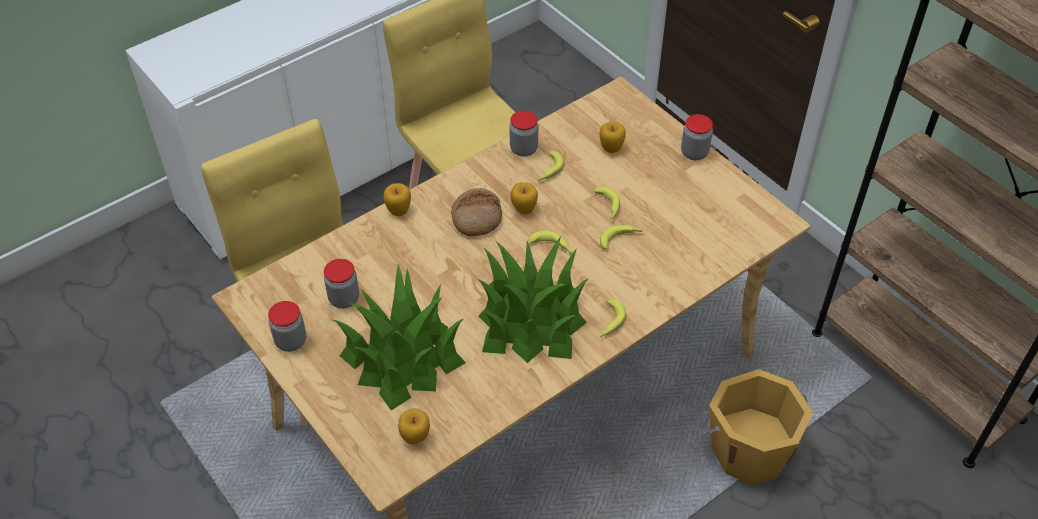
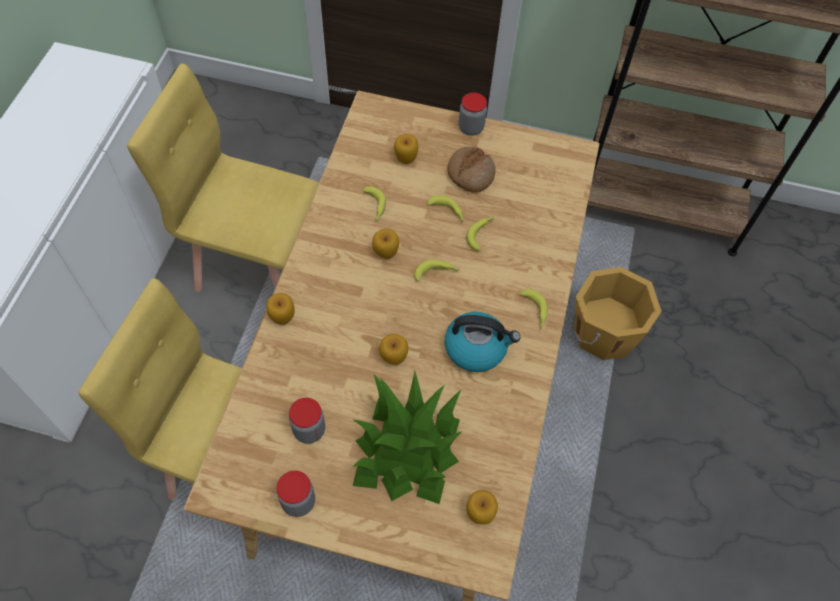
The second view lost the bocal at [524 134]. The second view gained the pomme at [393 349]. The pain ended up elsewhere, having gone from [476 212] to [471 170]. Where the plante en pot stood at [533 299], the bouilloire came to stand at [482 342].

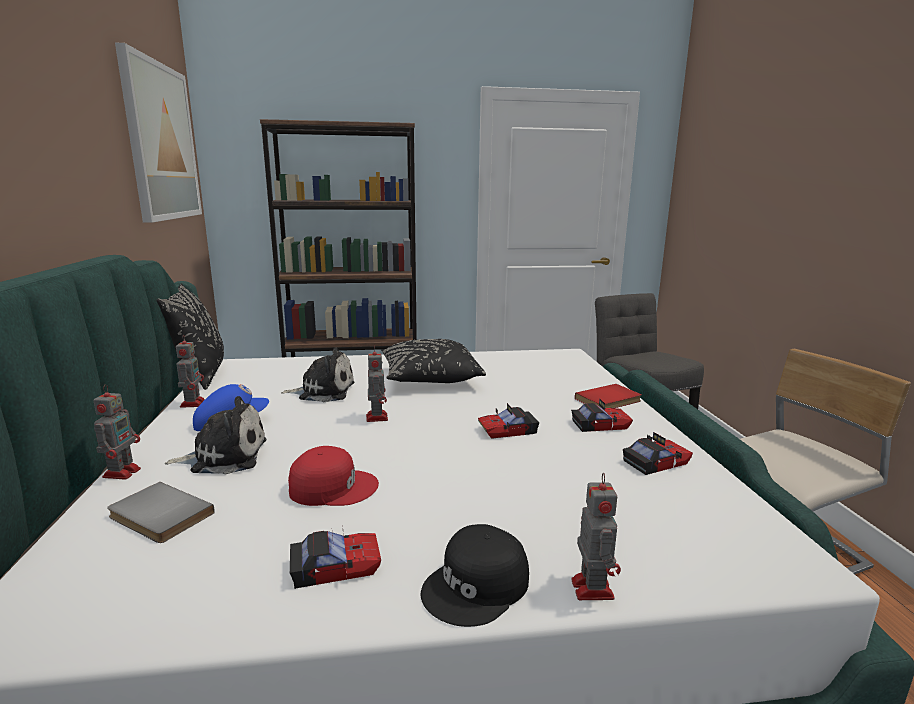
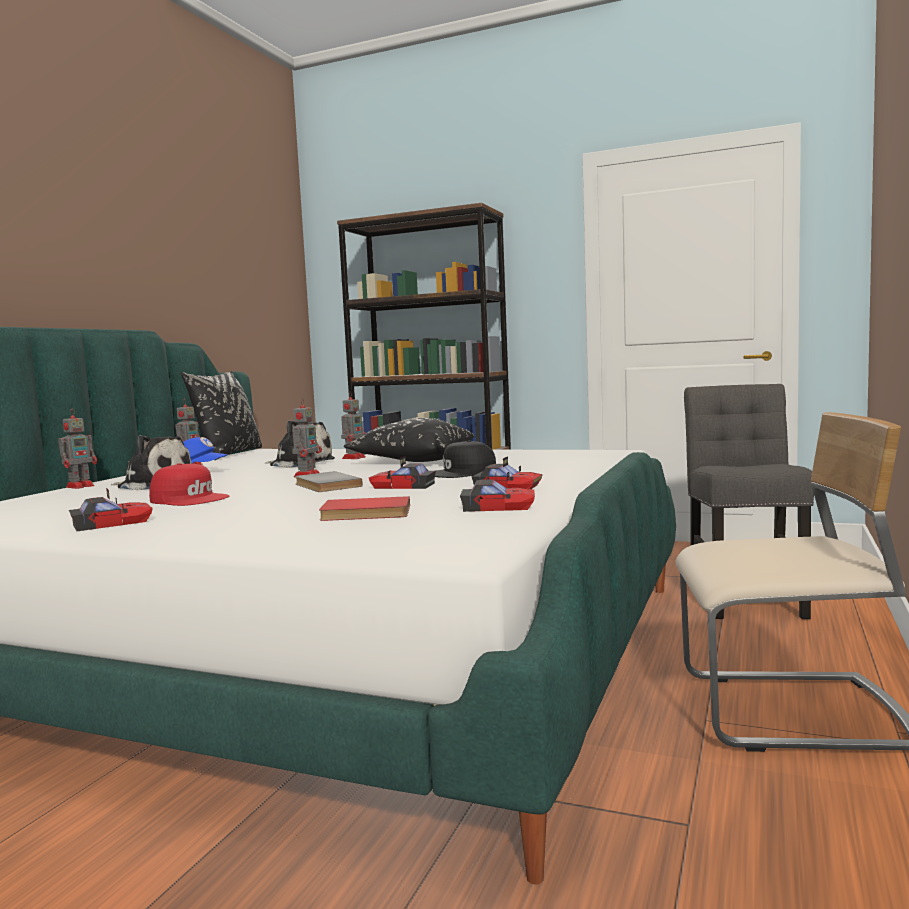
The second view lost the tableau at [158 132]. The livre/gris ended up elsewhere, having gone from [161 512] to [329 481]. The casquette/noir ended up elsewhere, having gone from [475 575] to [465 459]. The robot jouet ended up elsewhere, having gone from [596 536] to [353 425]. The livre/rouge ended up elsewhere, having gone from [608 396] to [364 508]. The petite voiture at [335 560] ended up facing another way, 45 degrees counterclockwise from before.

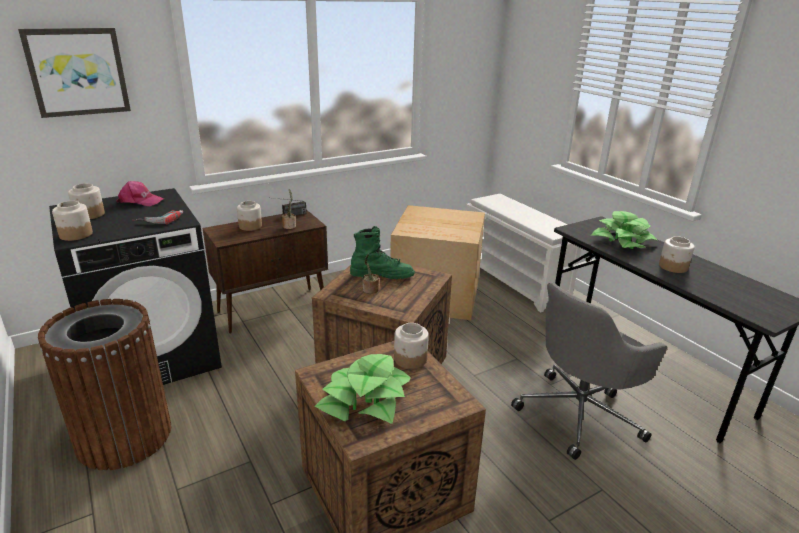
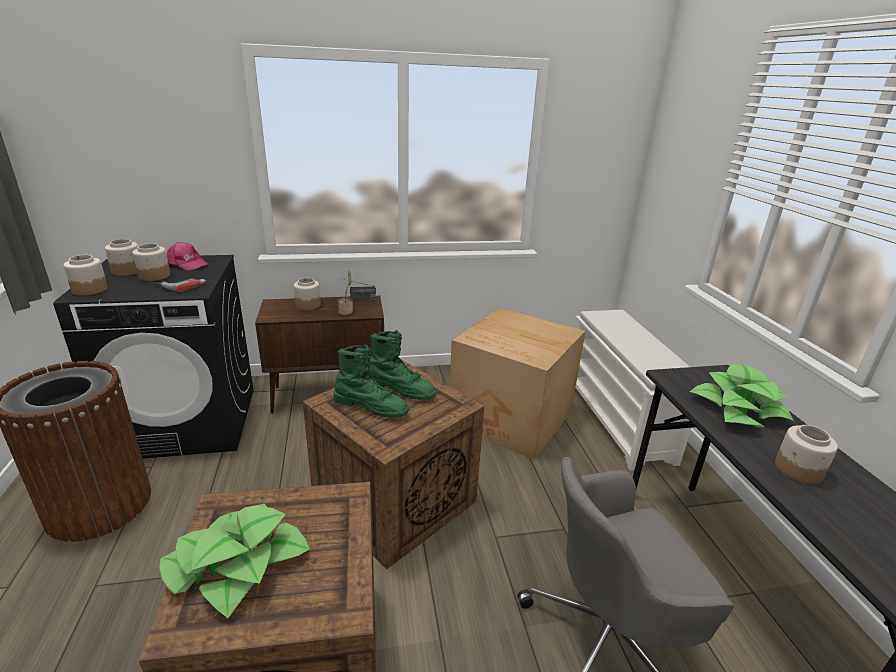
The second view lost the tableau at [74 73]. The bocal ended up elsewhere, having gone from [411 346] to [151 262]. Where the plante en pot stood at [371 274], the botte/vert came to stand at [371 381].

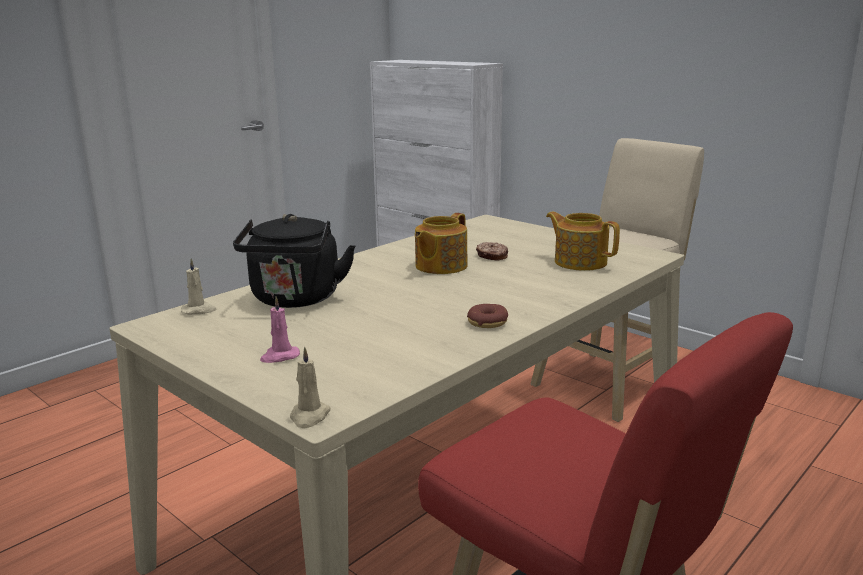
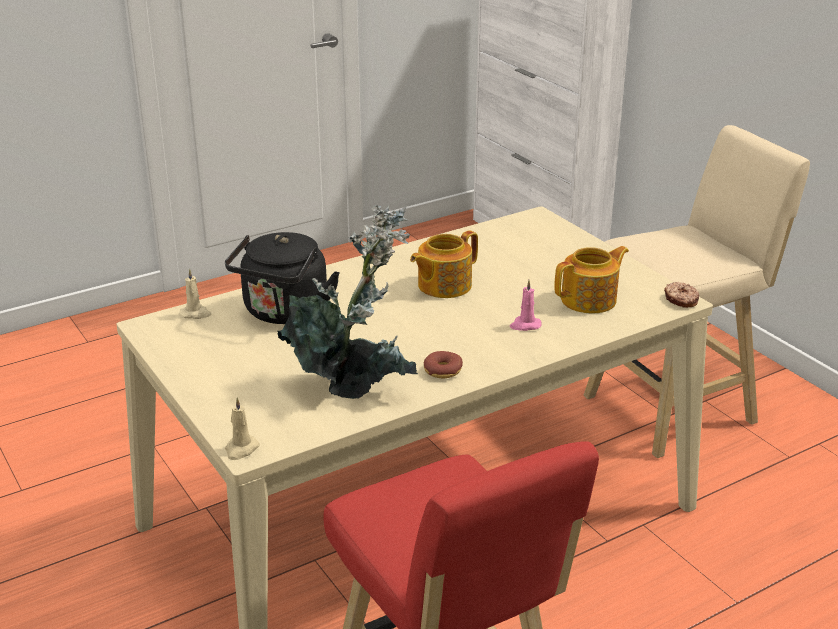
The second view gained the plante en pot at [347 302]. The bougie/rose ended up elsewhere, having gone from [280 330] to [526 305]. The beignet ended up elsewhere, having gone from [492 251] to [681 295]. The théière at [583 241] ended up facing another way, 90 degrees clockwise from before.

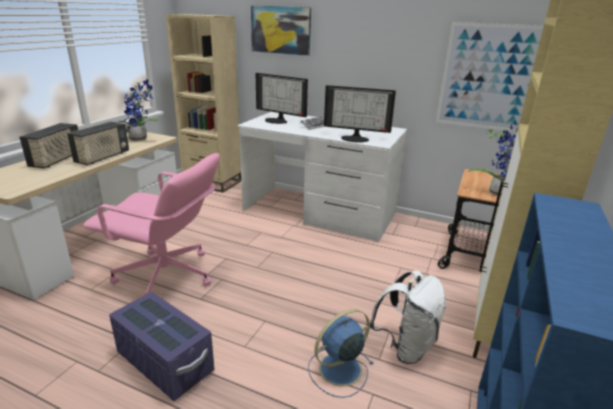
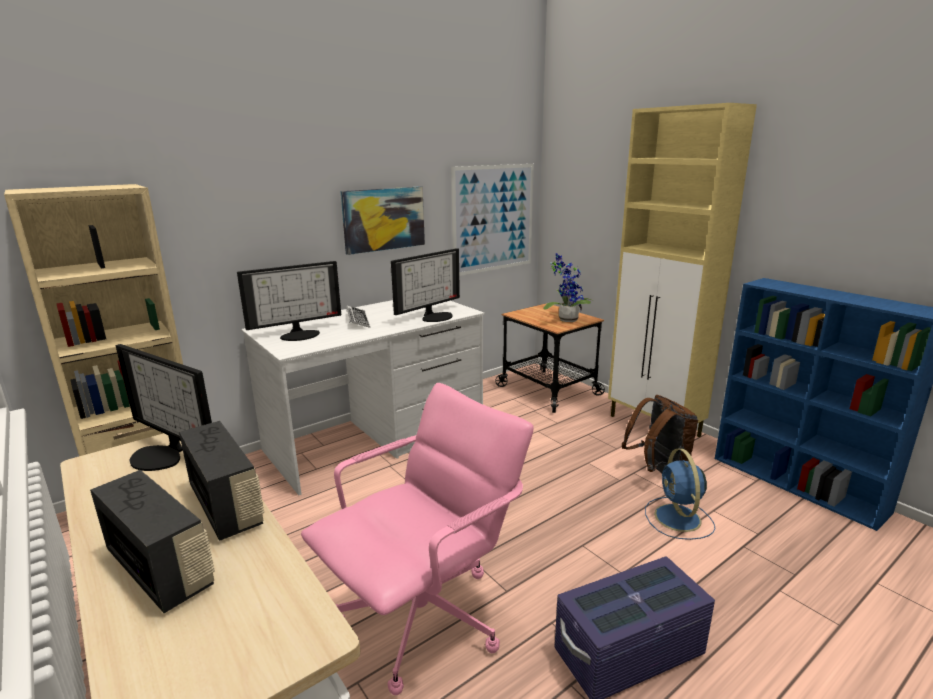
The tableau ended up elsewhere, having gone from [281 31] to [382 220]. Where the plante en pot stood at [139 110], the écran d'ordinateur came to stand at [164 407]. What was the sac à dos/blanc at [408 317] turned into the sac à dos/marron at [660 434].

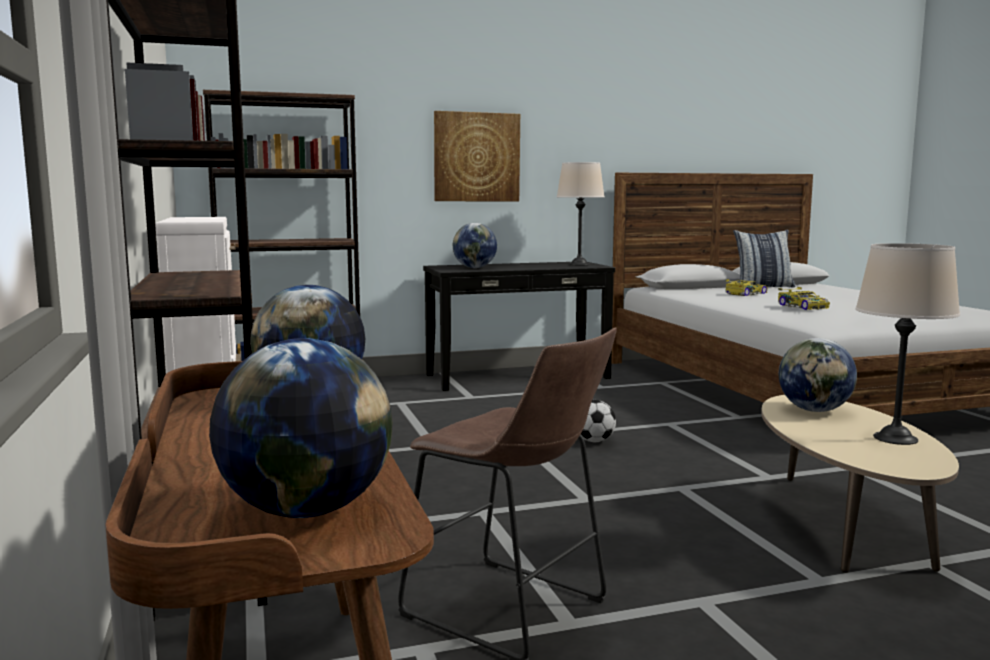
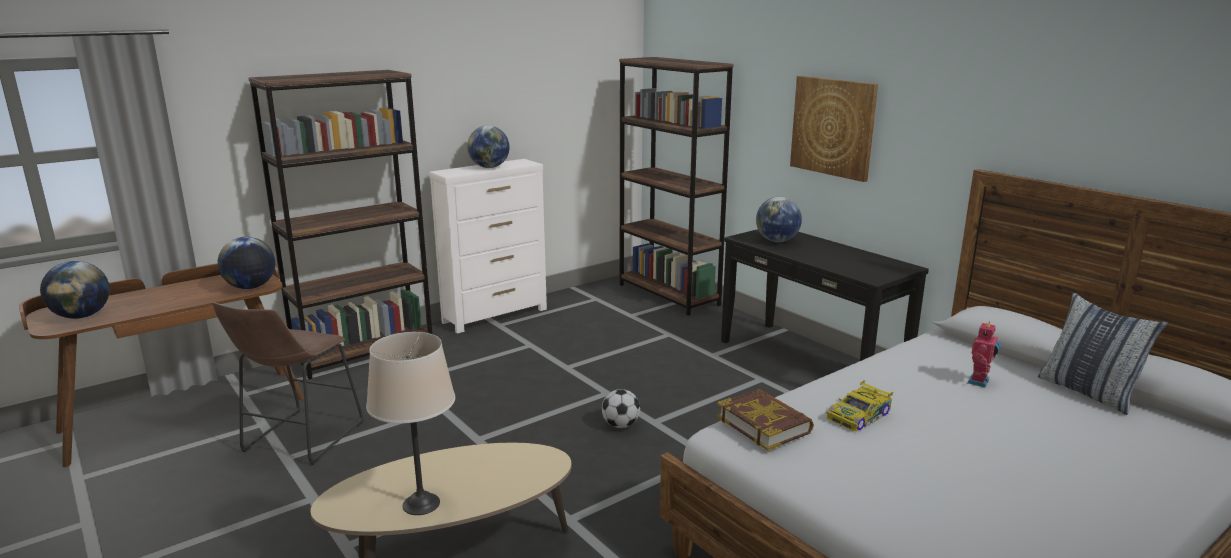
The second view lost the lampe de table/beige at [581 213]. The second view gained the livre at [765 420]. The globe ended up elsewhere, having gone from [818 375] to [488 146]. Where the petite voiture stood at [746 287], the robot jouet came to stand at [984 355].

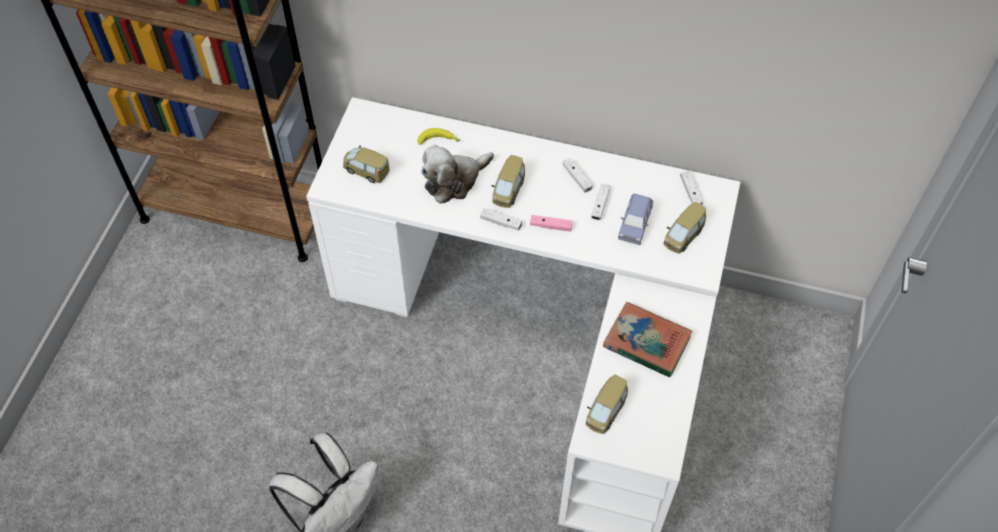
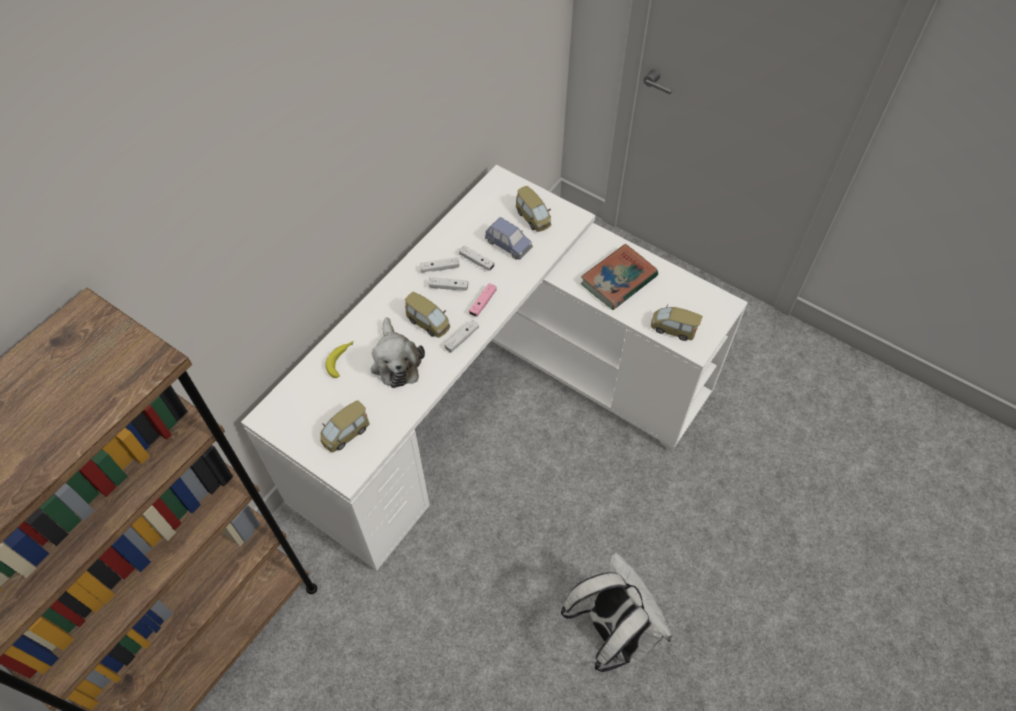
The manette/blanc ended up elsewhere, having gone from [691 188] to [448 283]. The petite voiture at [607 404] ended up facing another way, 150 degrees clockwise from before.

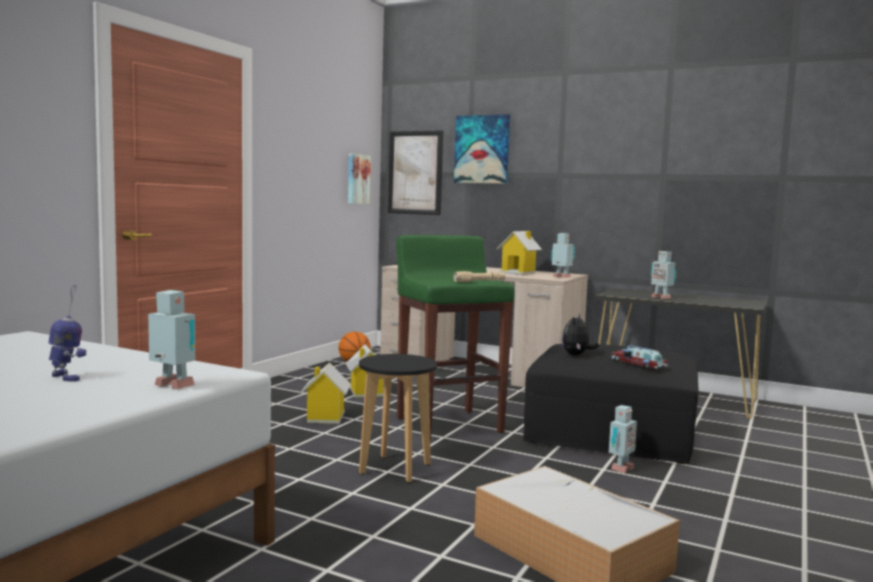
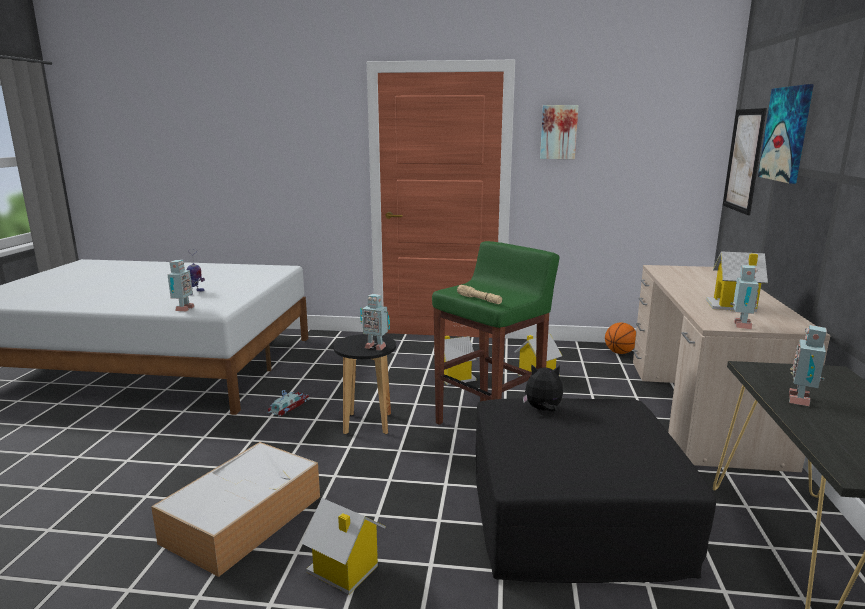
The second view gained the maison miniature at [343 546]. The tableau ended up elsewhere, having gone from [359 179] to [559 132]. The robot jouet ended up elsewhere, having gone from [623 439] to [375 322]. The petite voiture ended up elsewhere, having gone from [639 356] to [289 403].

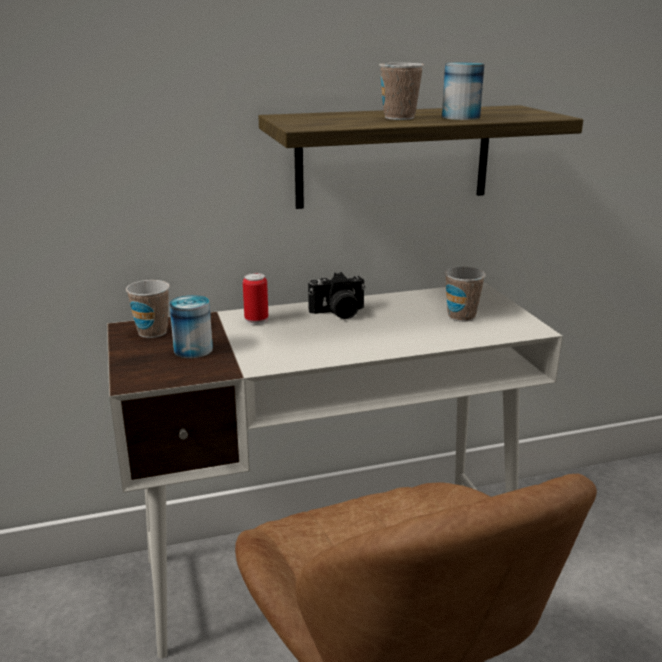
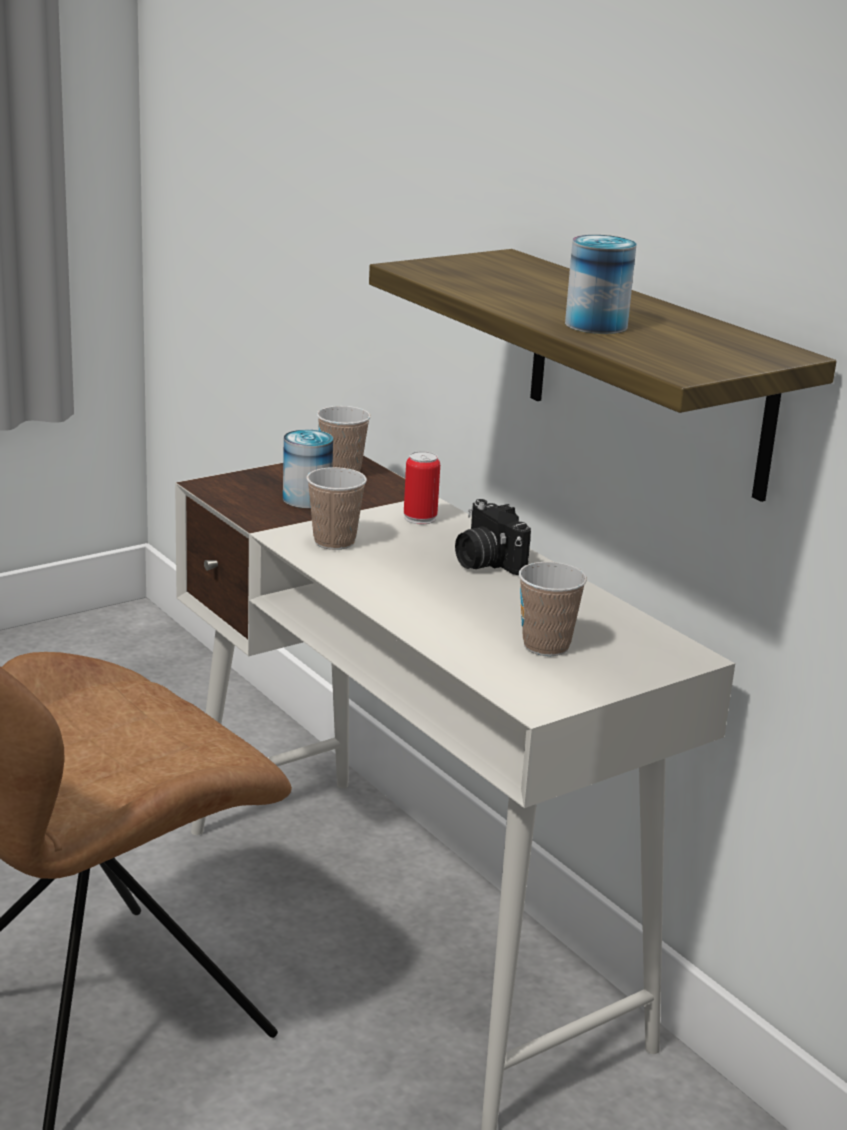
The tasse ended up elsewhere, having gone from [401 91] to [336 508].

